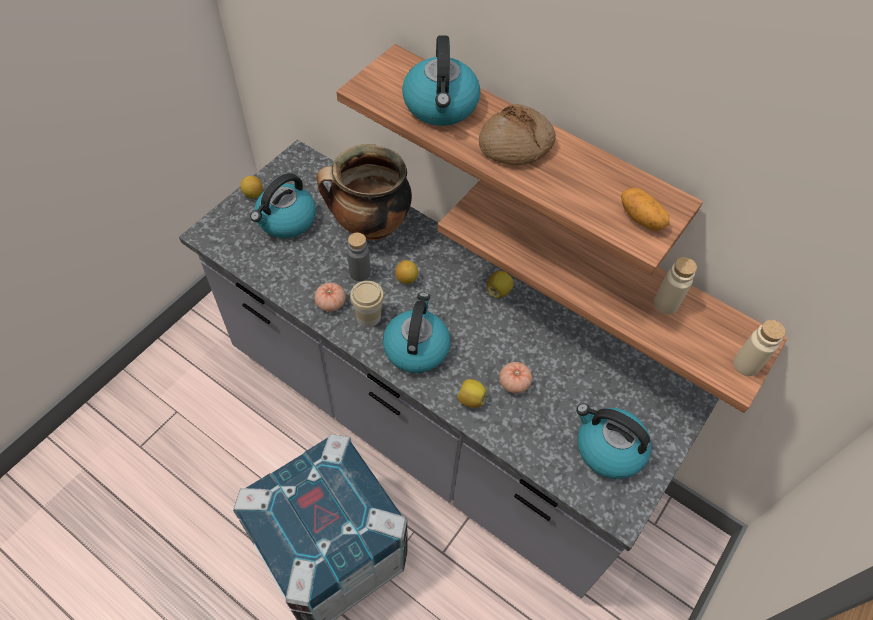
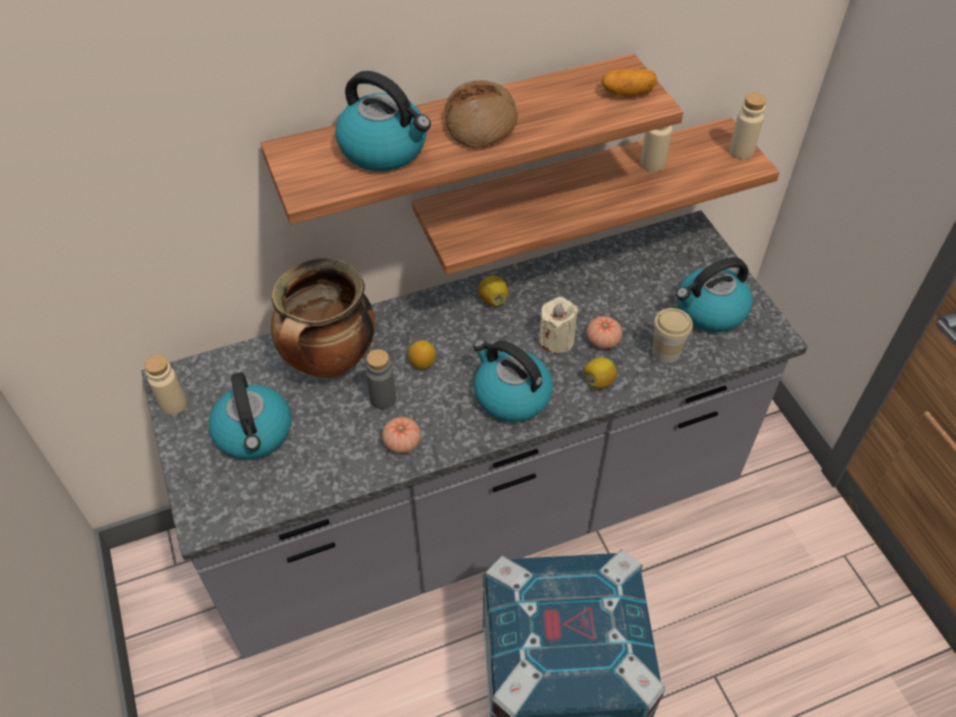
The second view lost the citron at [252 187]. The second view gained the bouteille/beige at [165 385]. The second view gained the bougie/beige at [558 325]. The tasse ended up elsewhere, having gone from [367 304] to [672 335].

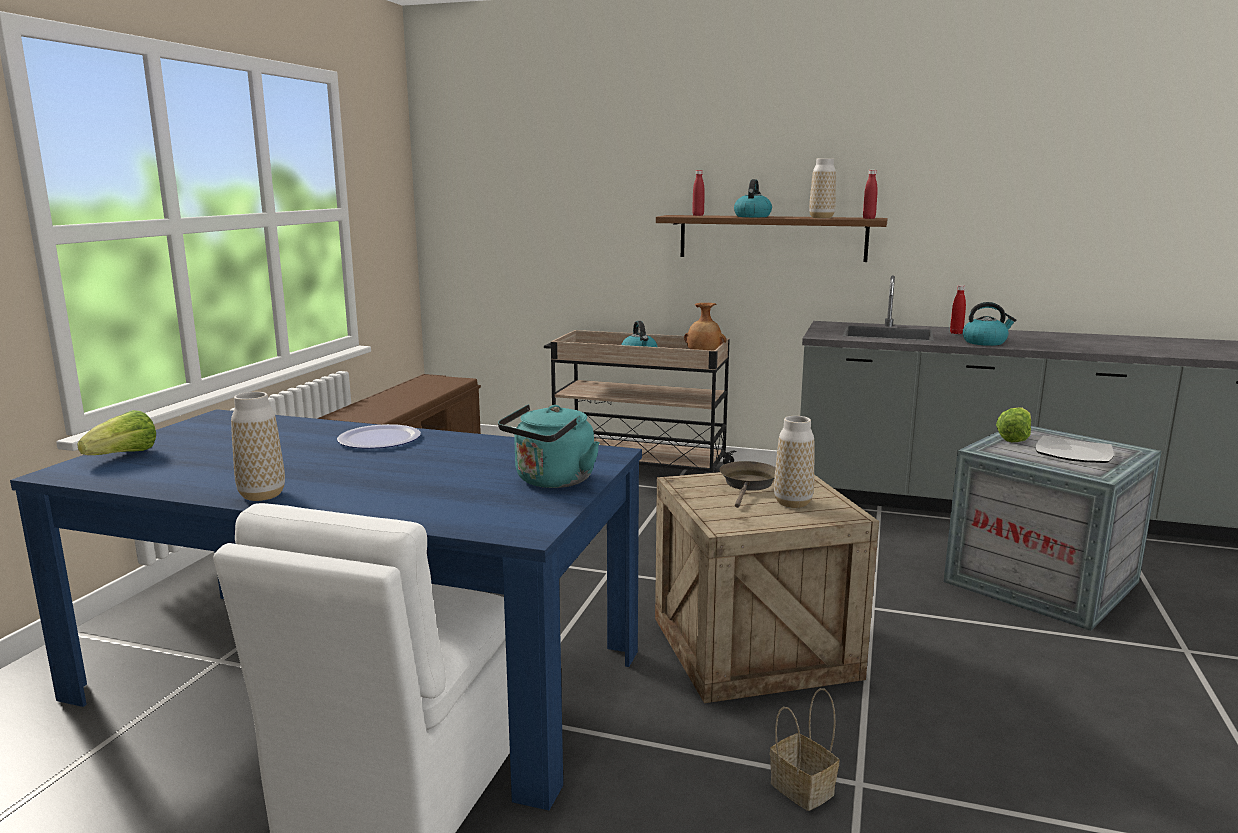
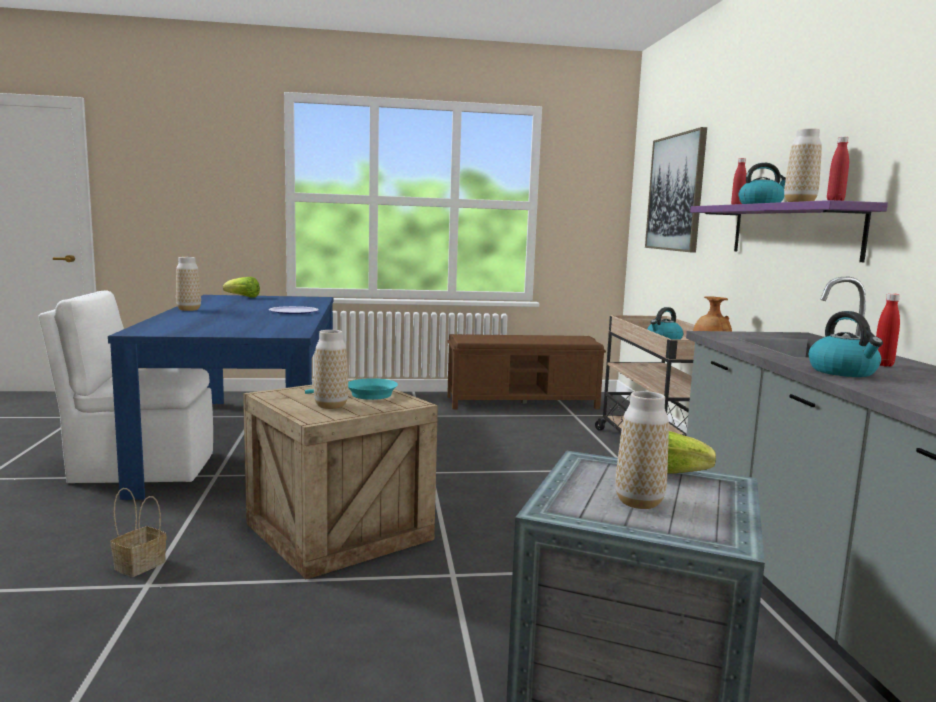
The second view lost the bouilloire/turquoise at [549 446]. The second view gained the tableau at [676 190]. Where the assiette stood at [1075 449], the vase came to stand at [642 450]. What was the étagère/marron at [772 238] turned into the étagère/violet at [789 231]. What was the poêle/marron at [747 484] turned into the poêle/turquoise at [351 389].

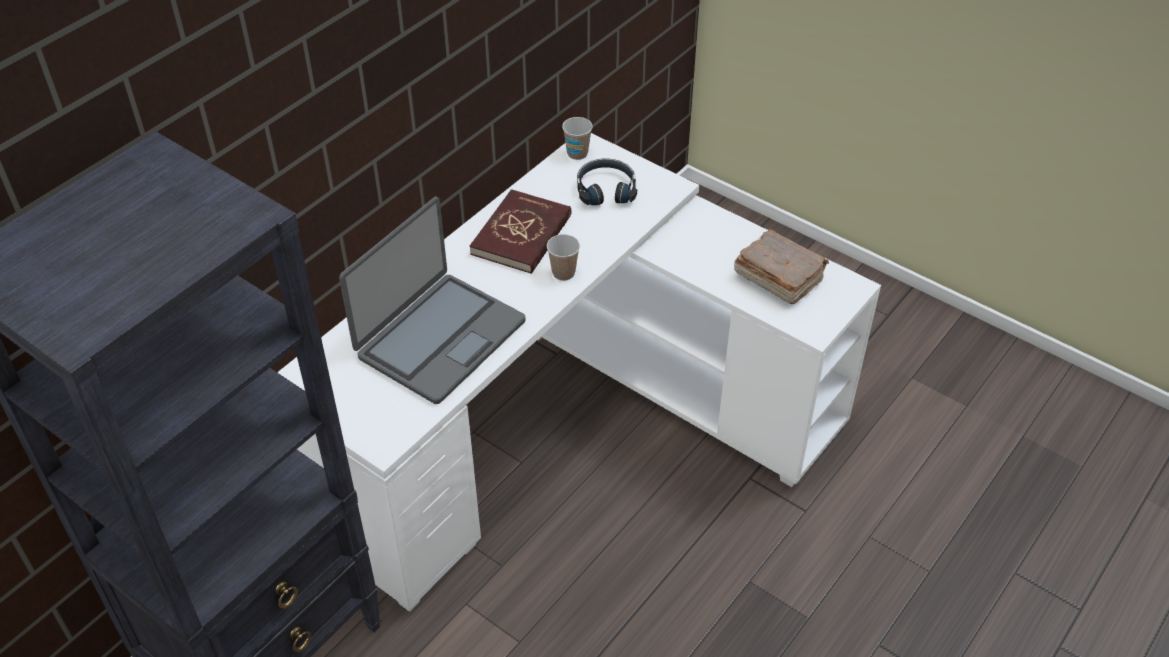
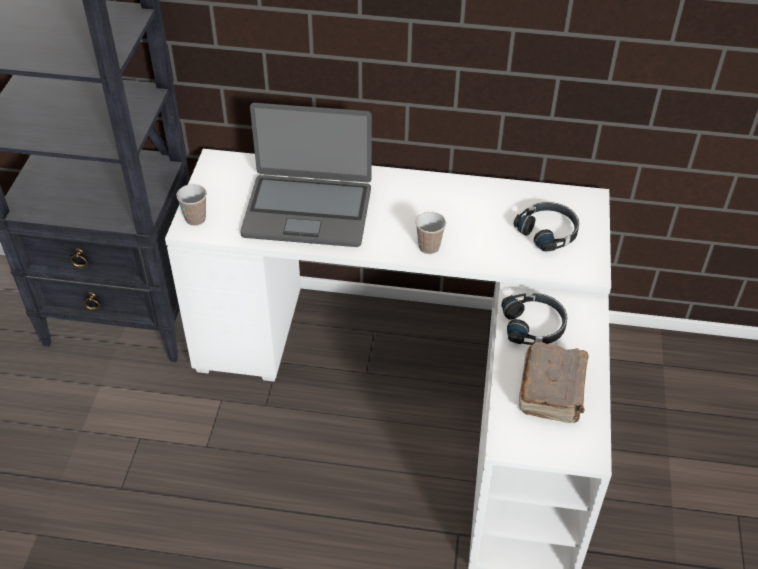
The second view lost the livre/rouge at [520 231]. The second view gained the casque audio/noir at [534 319]. The tasse ended up elsewhere, having gone from [577 138] to [191 205].

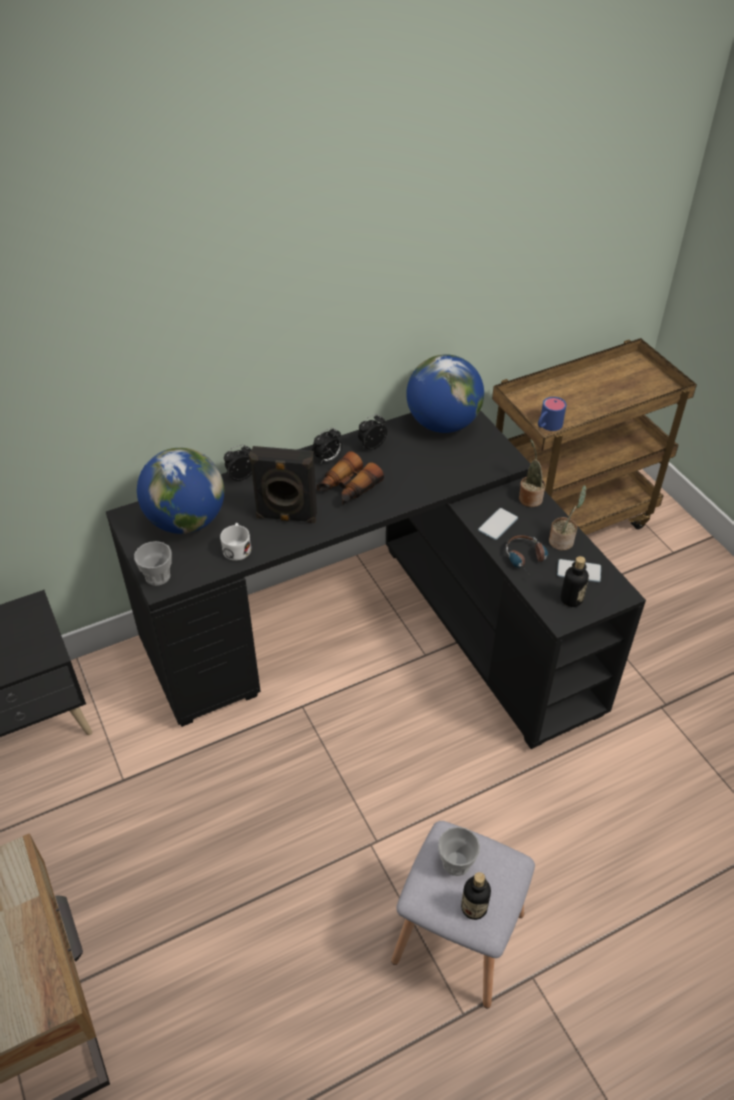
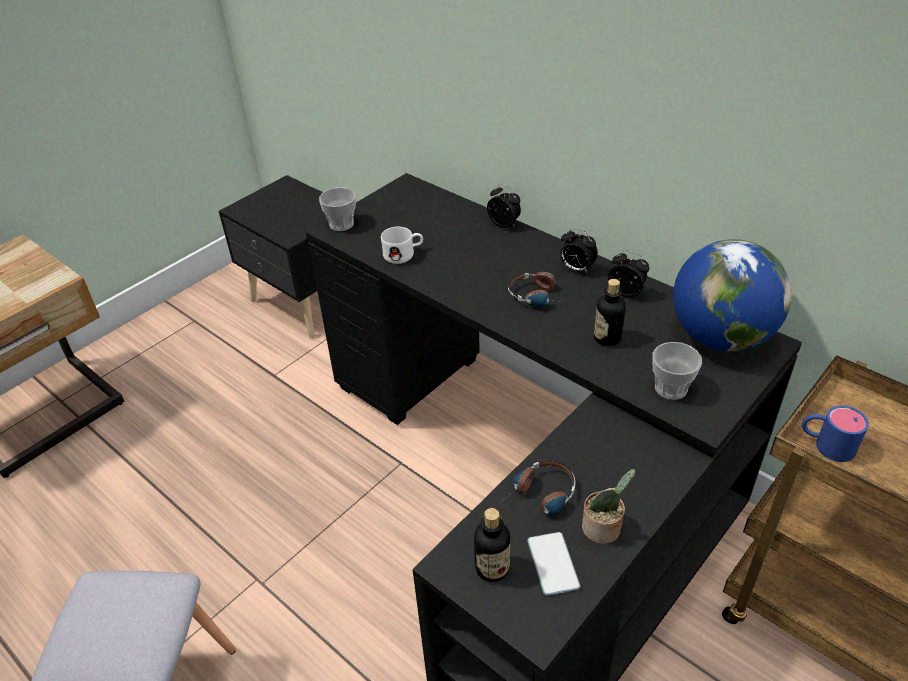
The second view lost the globe at [180 491]. The second view lost the enceinte/noir at [283 484]. The second view lost the téléphone at [498 524]. The second view lost the plante en pot at [532 473]. The tasse ended up elsewhere, having gone from [459 851] to [677 371]. The bouteille ended up elsewhere, having gone from [476 896] to [610 312]. Where the jumelles stood at [350 477], the casque audio came to stand at [536 290].

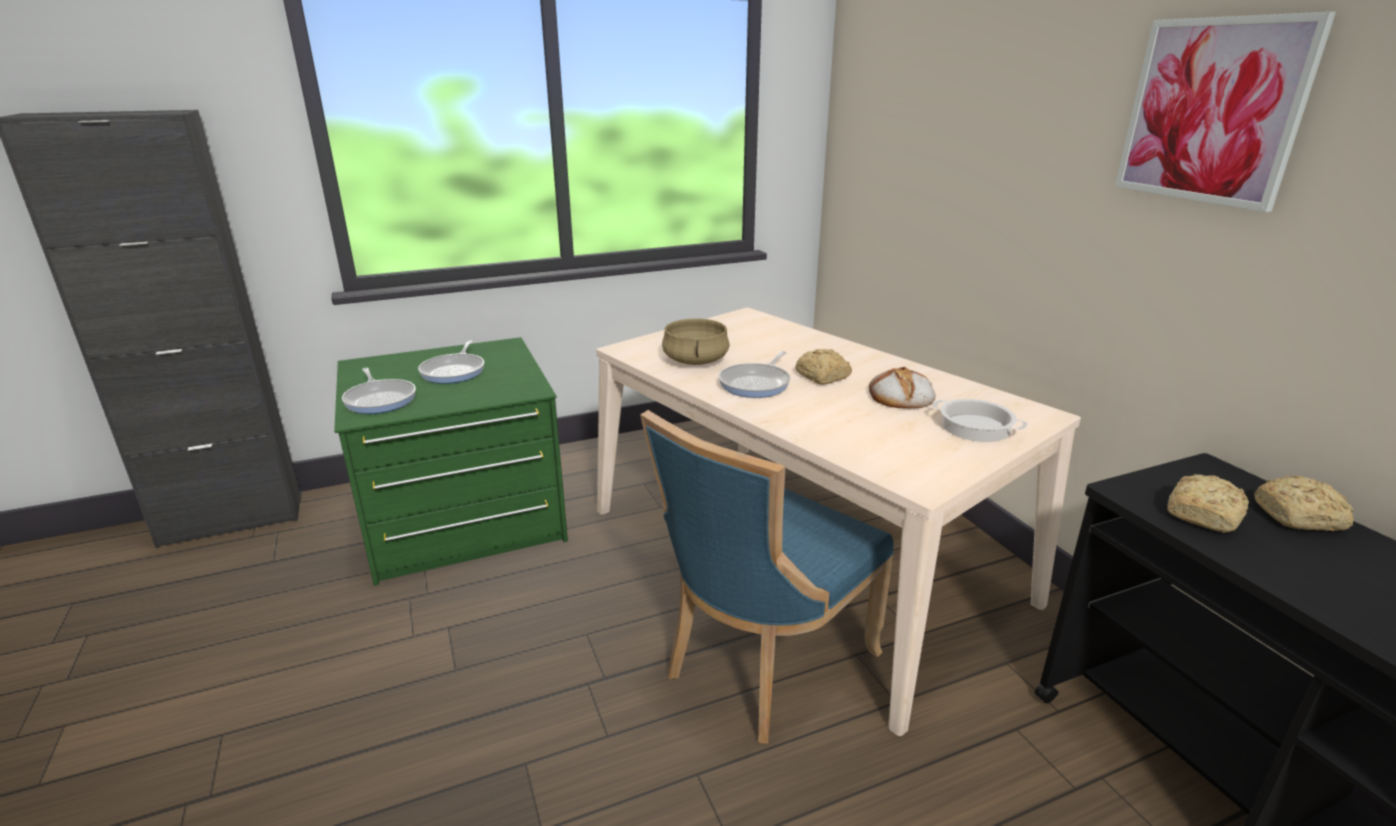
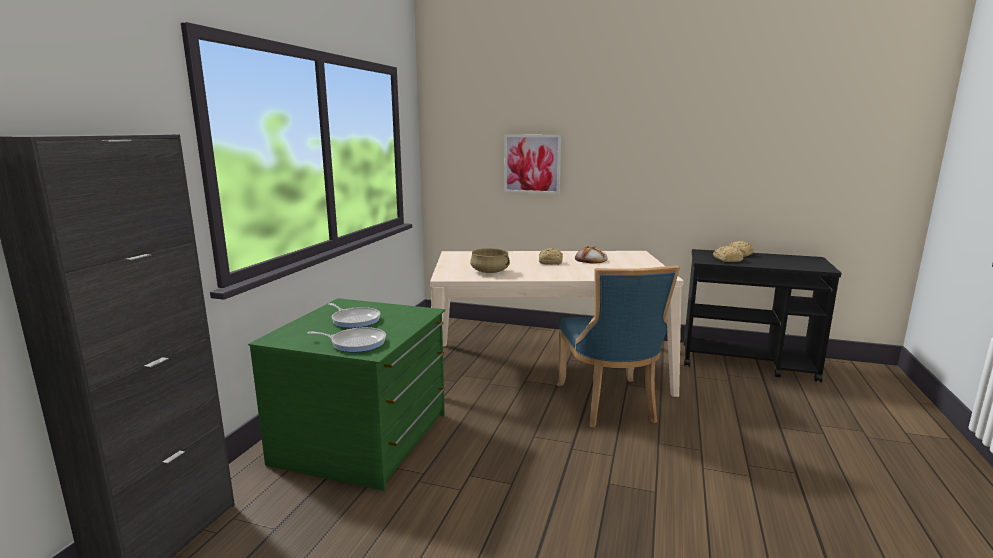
The second view lost the poêle at [754 374]. The second view lost the marmite at [980 420]. The tableau ended up elsewhere, having gone from [1225 112] to [532 164].

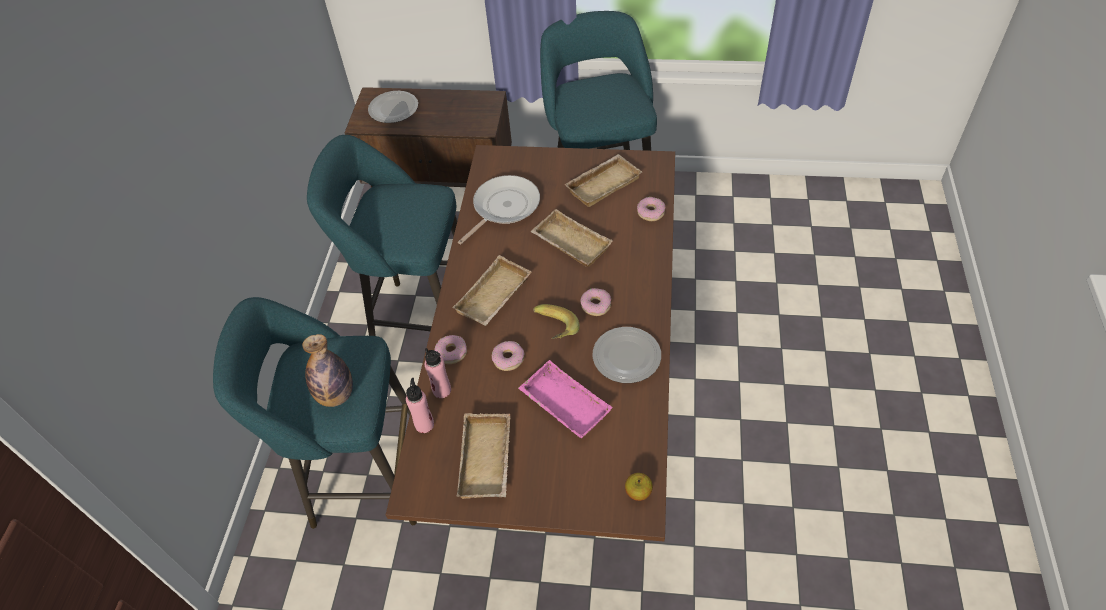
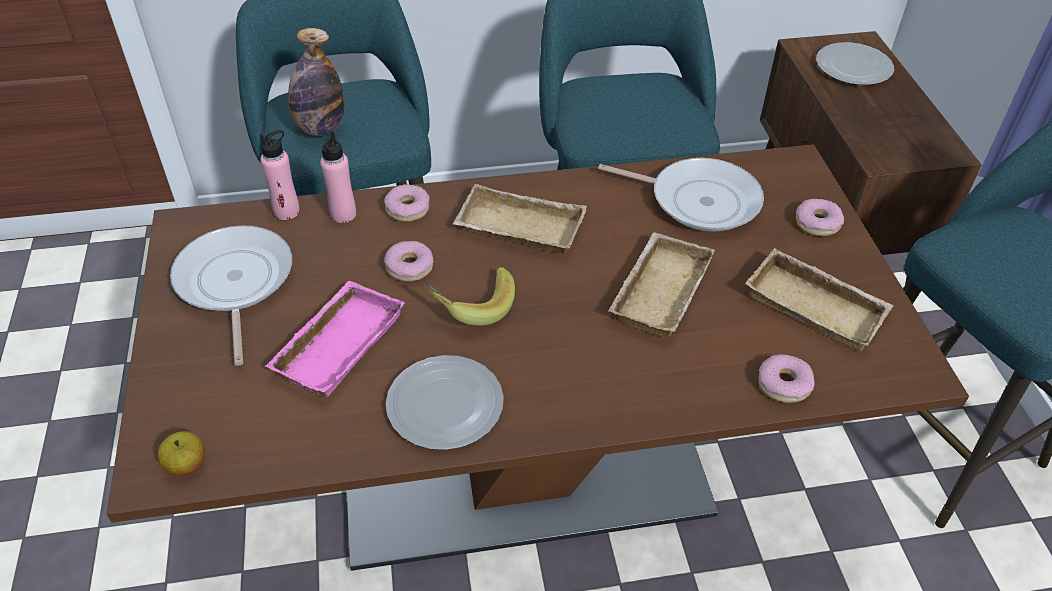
The beignet ended up elsewhere, having gone from [595 302] to [820 217]. Where the plateau/beige stood at [483 456], the poêle came to stand at [231 295].

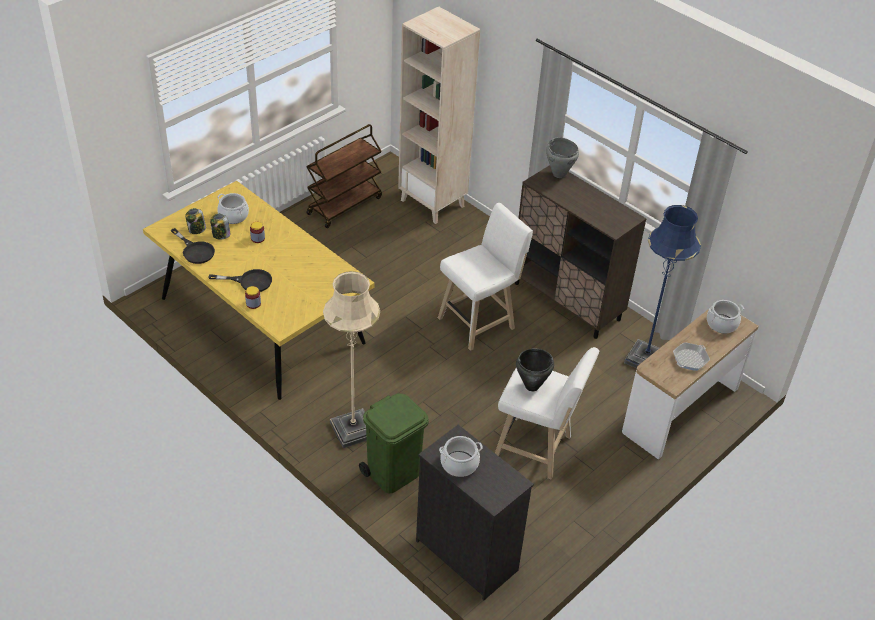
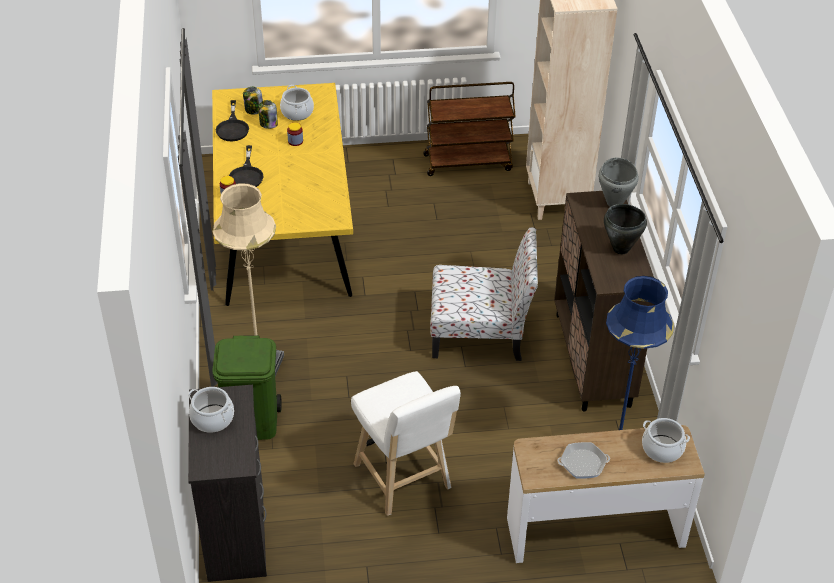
The marmite/noir ended up elsewhere, having gone from [535 369] to [625 229]. Where the tabouret/blanc stood at [485 277], the chaise came to stand at [484 294]. The poêle/noir at [240 280] ended up facing another way, 45 degrees clockwise from before.

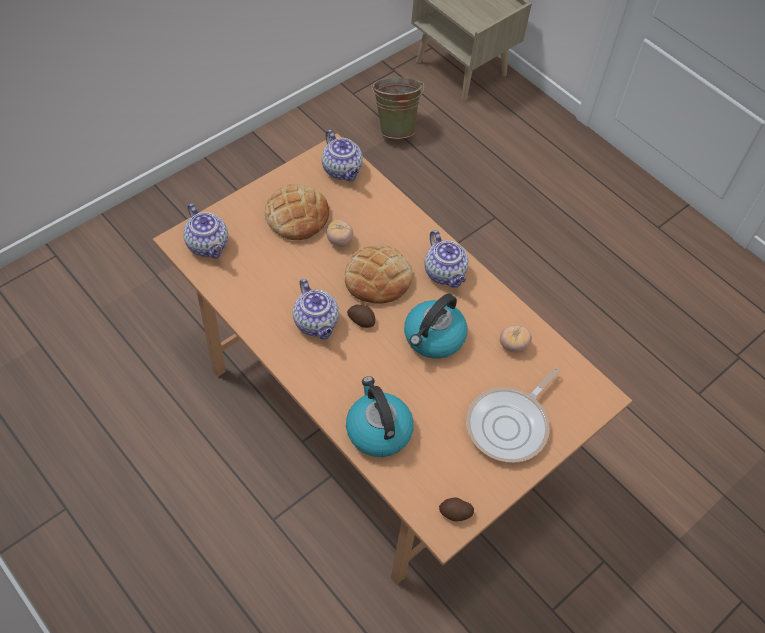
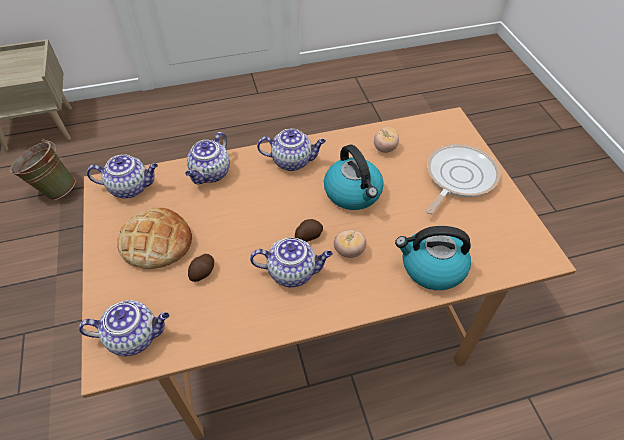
The second view lost the pain at [379 274]. The second view gained the théière at [207 158]. The tomate ended up elsewhere, having gone from [340 233] to [350 244]. The pomme de terre ended up elsewhere, having gone from [456 509] to [201 268]. The poêle at [513 415] ended up facing another way, 120 degrees counterclockwise from before.

